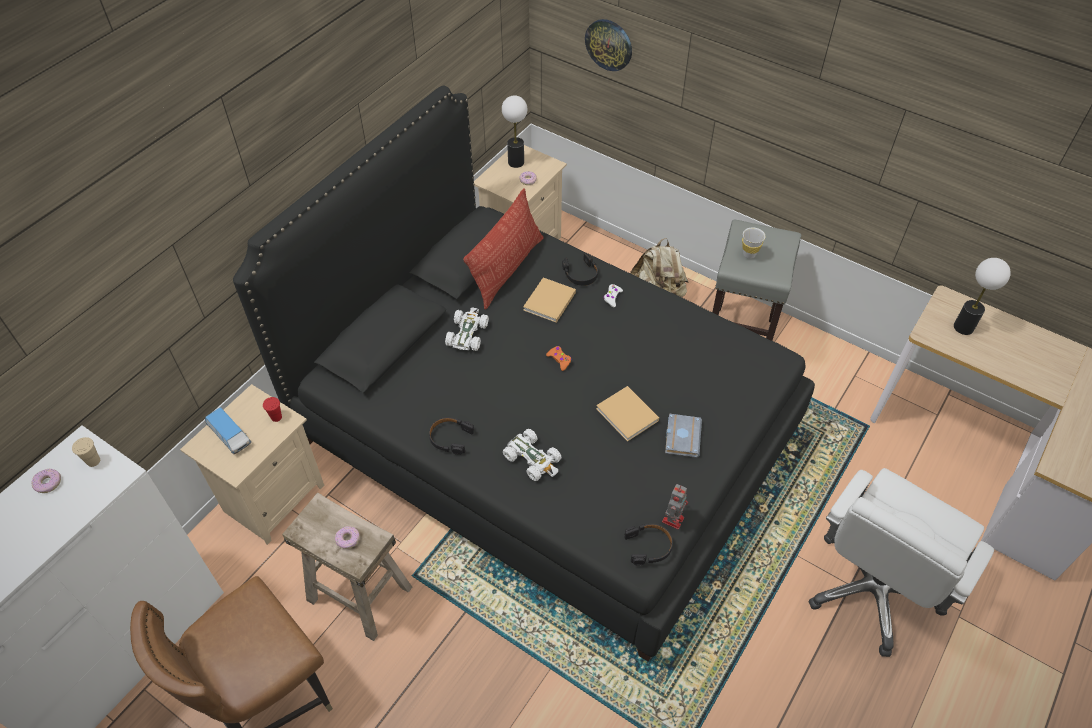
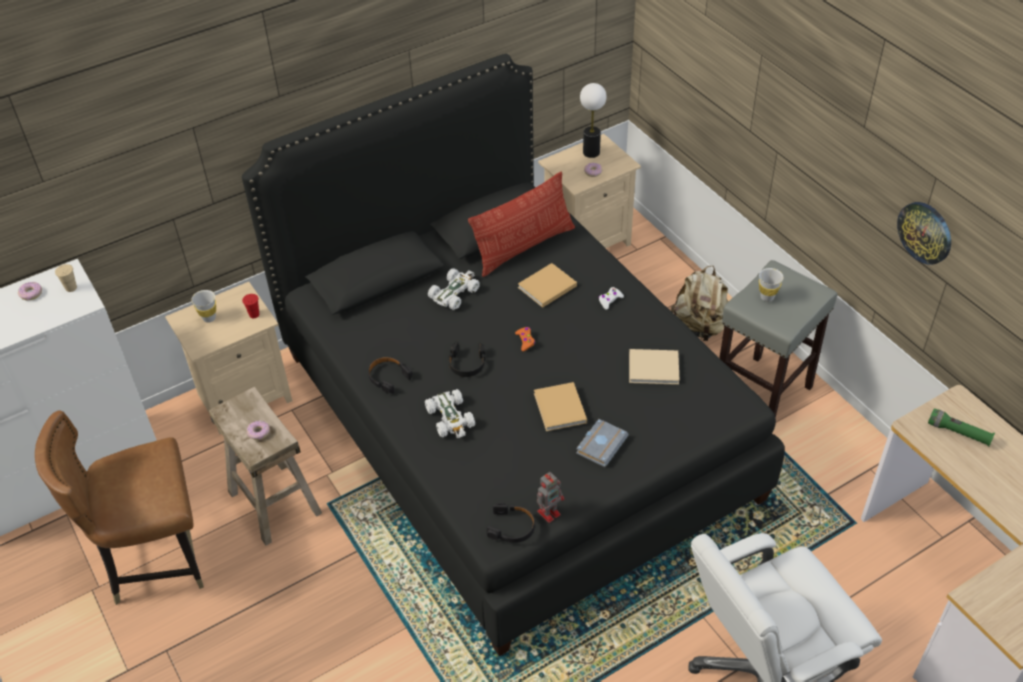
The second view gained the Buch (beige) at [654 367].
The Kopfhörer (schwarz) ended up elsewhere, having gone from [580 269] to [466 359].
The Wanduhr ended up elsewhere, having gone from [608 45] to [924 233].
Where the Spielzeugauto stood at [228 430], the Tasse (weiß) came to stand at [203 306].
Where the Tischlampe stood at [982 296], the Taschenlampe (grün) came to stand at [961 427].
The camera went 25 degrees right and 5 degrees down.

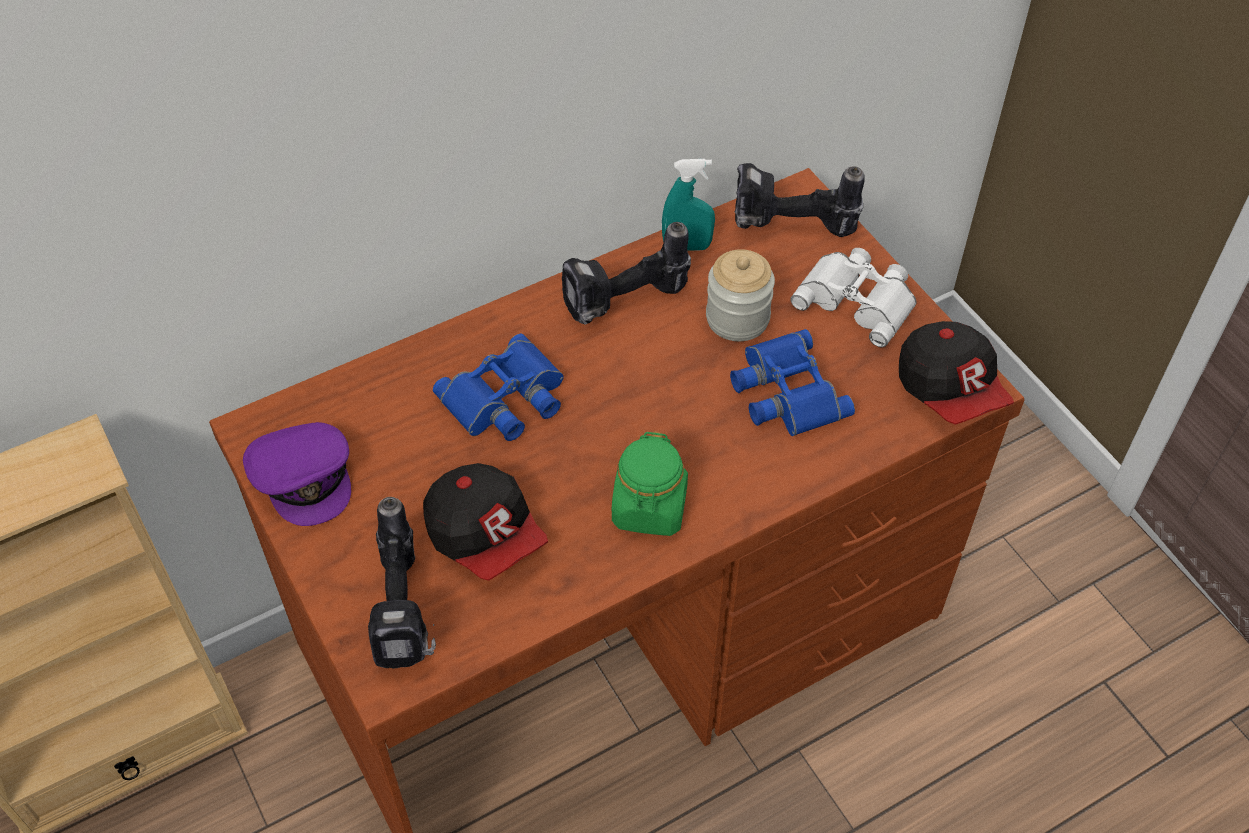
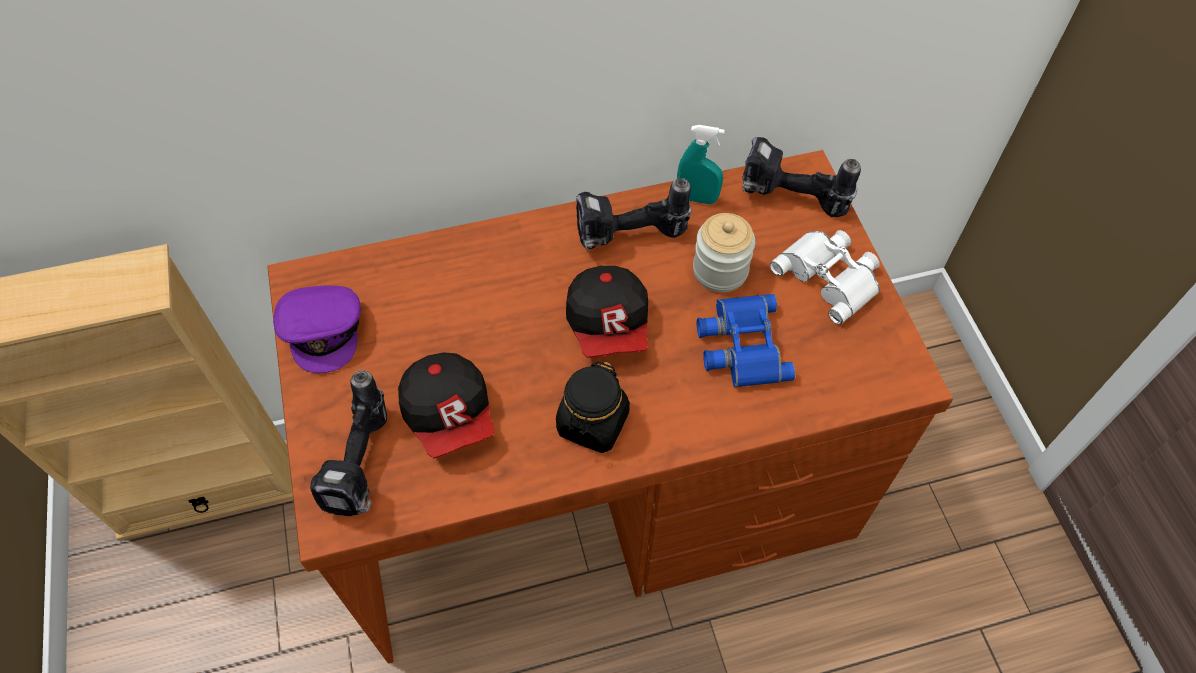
The second view lost the Fernglas (blau) at [498 387].
The Kappe ended up elsewhere, having gone from [956 373] to [607 312].
What was the Vorratsglas (grün) at [650 484] turned into the Vorratsglas (schwarz) at [593 407].
The camera went 15 degrees right and 5 degrees up.

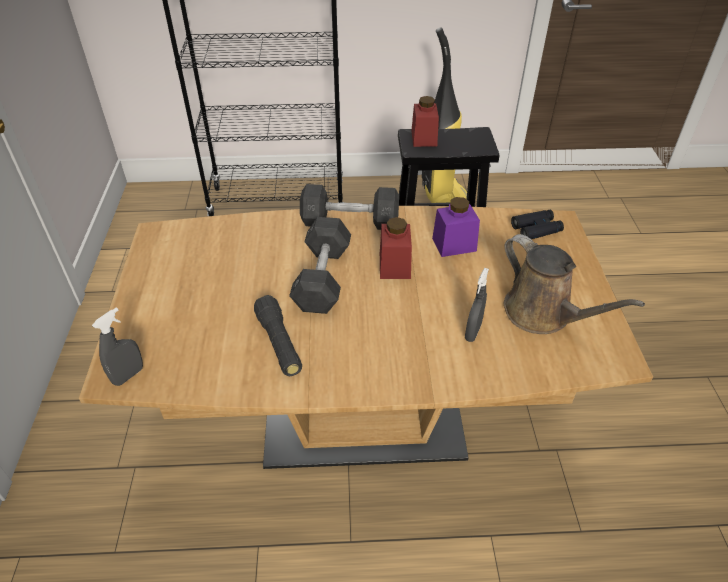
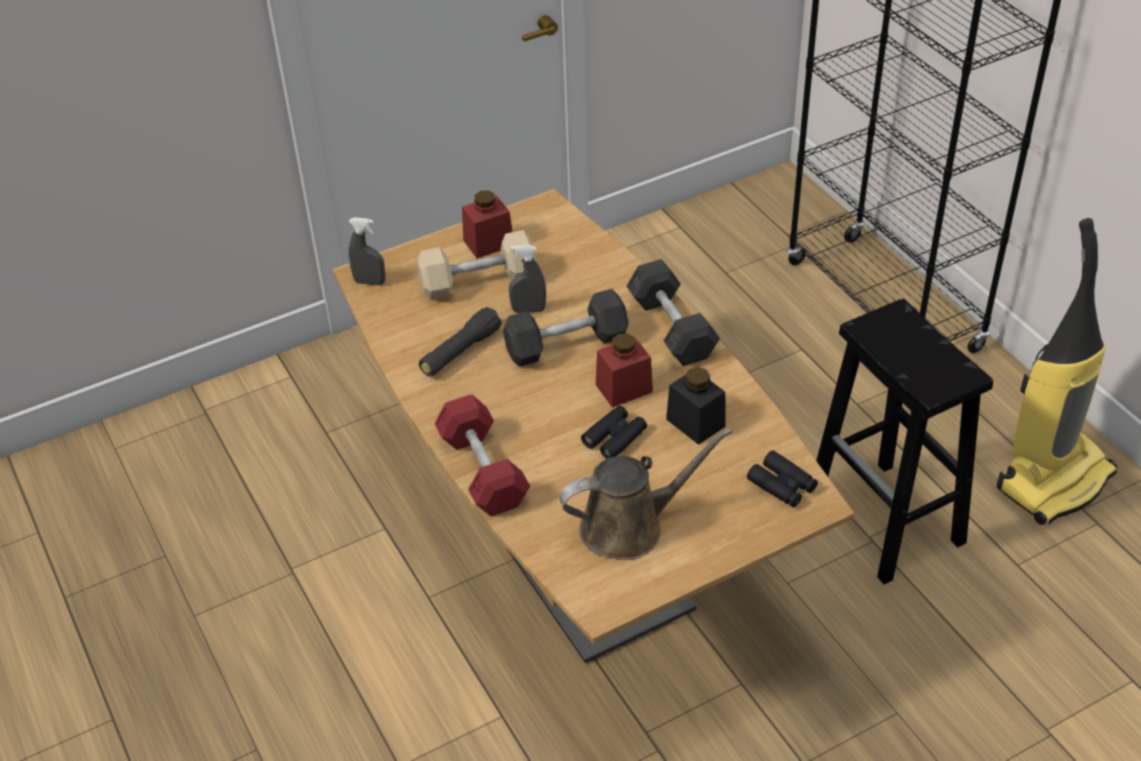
The second view gained the Hantel (beige) at [477 265].
The second view gained the Hantel (rot) at [482 455].
The second view gained the Fernglas (schwarz) at [614 432].
The Vorratsglas (rot) ended up elsewhere, having gone from [425 121] to [487 224].
The Sprühflasche (grau) ended up elsewhere, having gone from [477 305] to [527 279].
What was the Vorratsglas (lila) at [456 227] turned into the Vorratsglas (schwarz) at [696 406].
The Gießkanne (braun) at [574 284] ended up facing another way, 135 degrees counterclockwise from before.
The camera went 65 degrees right and 0 degrees up.

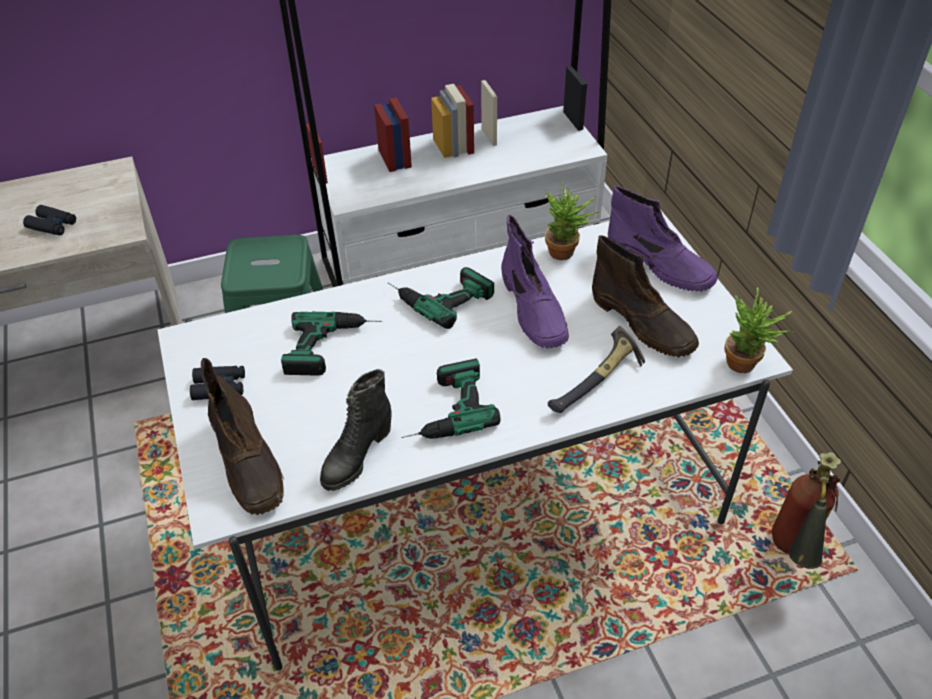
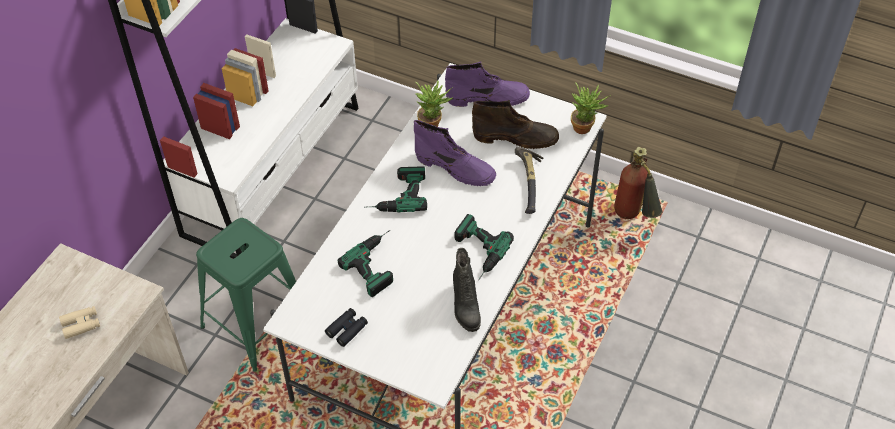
The second view lost the Stiefel (braun) at [242 436].
What was the Fernglas (schwarz) at [49 220] turned into the Fernglas (beige) at [79 322].
The camera went 45 degrees left and 5 degrees up.

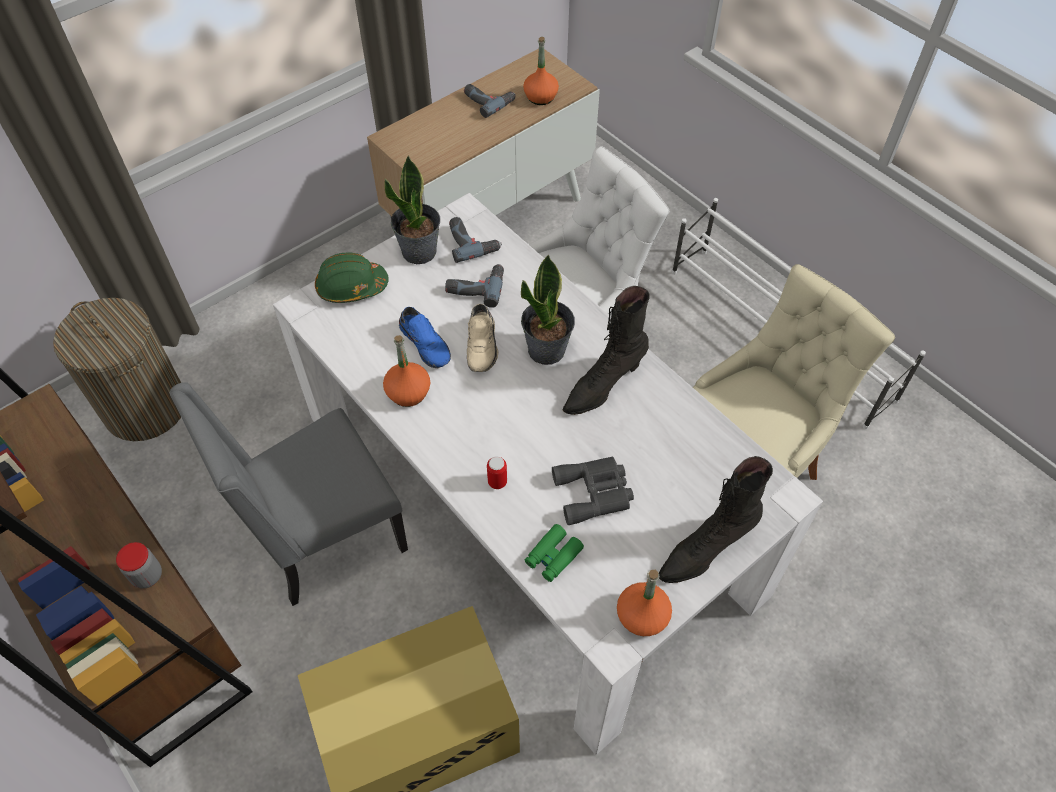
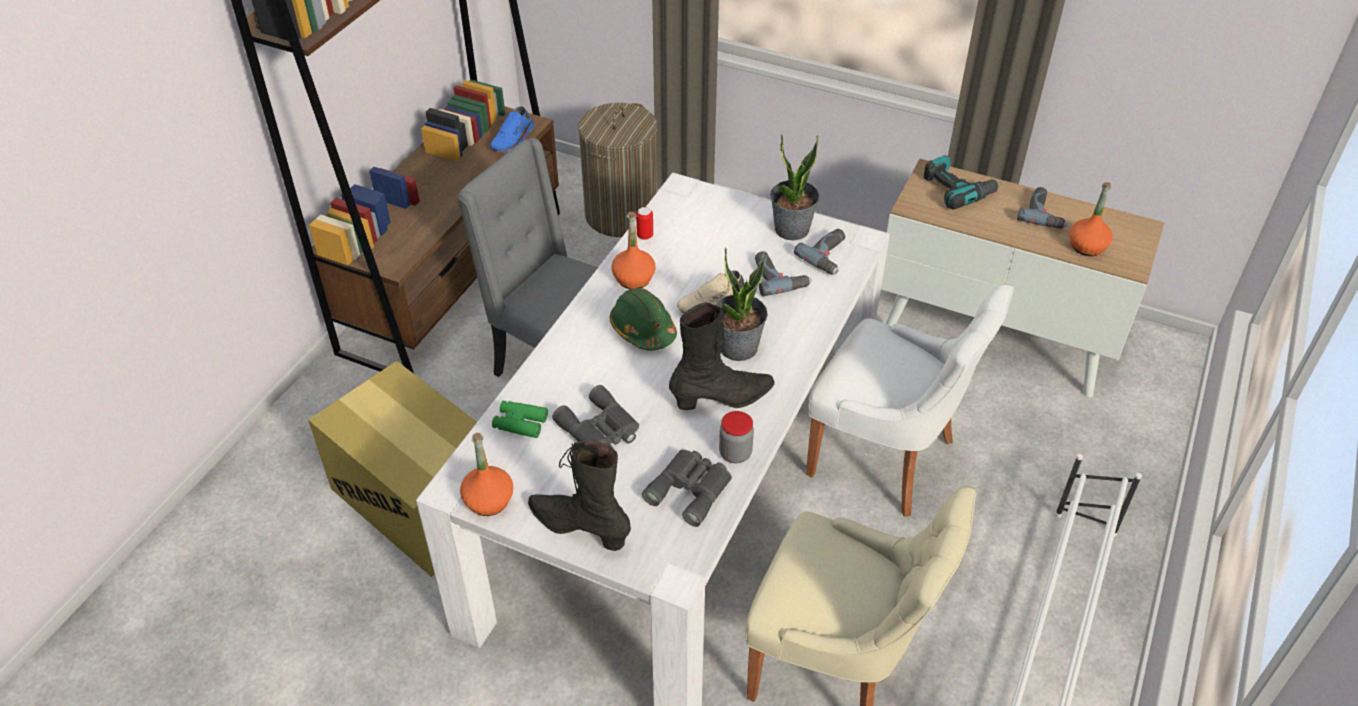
The second view gained the Fernglas (grau) at [687 488].
The second view gained the Bohrmaschine at [962 182].
The Vorratsglas ended up elsewhere, having gone from [139 565] to [736 437].
The Schutzhelm (grün) ended up elsewhere, having gone from [352 277] to [643 319].
The Schuh (blau) ended up elsewhere, having gone from [425 337] to [512 129].
The Dose ended up elsewhere, having gone from [497 473] to [644 223].
The Stiefel (schwarz) at [606 350] ended up facing another way, 135 degrees clockwise from before.
The camera went 65 degrees right and 10 degrees down.

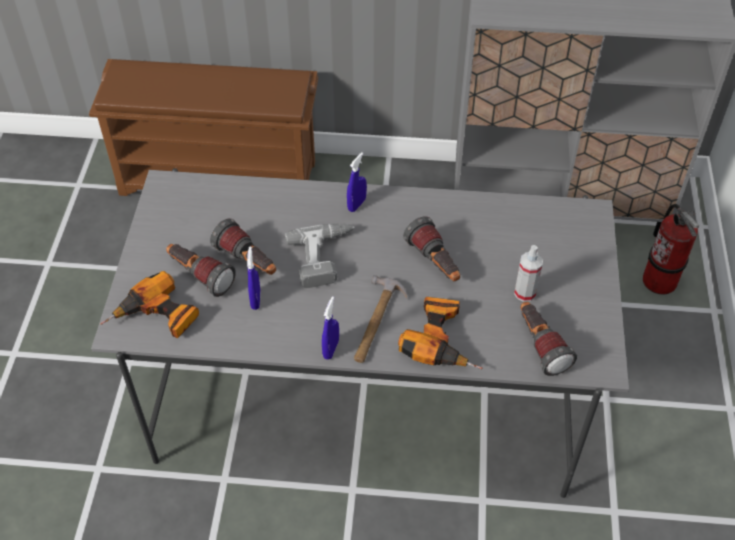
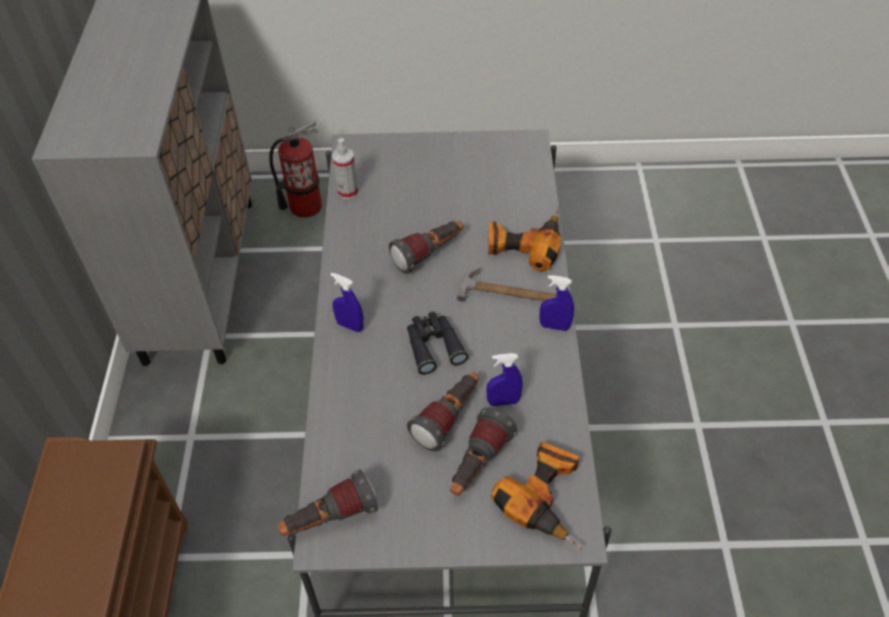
The Sprühflasche ended up elsewhere, having gone from [528 273] to [345 168].
The Taschenlampe ended up elsewhere, having gone from [548 338] to [328 503].
Where the Bohrmaschine stood at [320 256], the Fernglas (schwarz) came to stand at [438 343].
The camera went 95 degrees left and 0 degrees up.

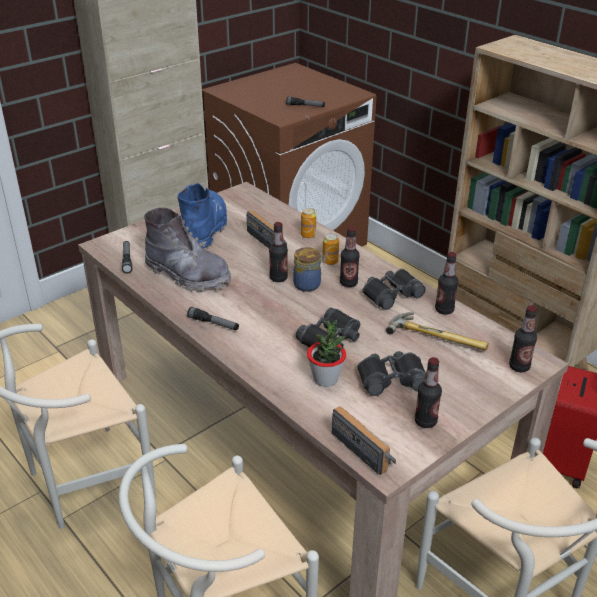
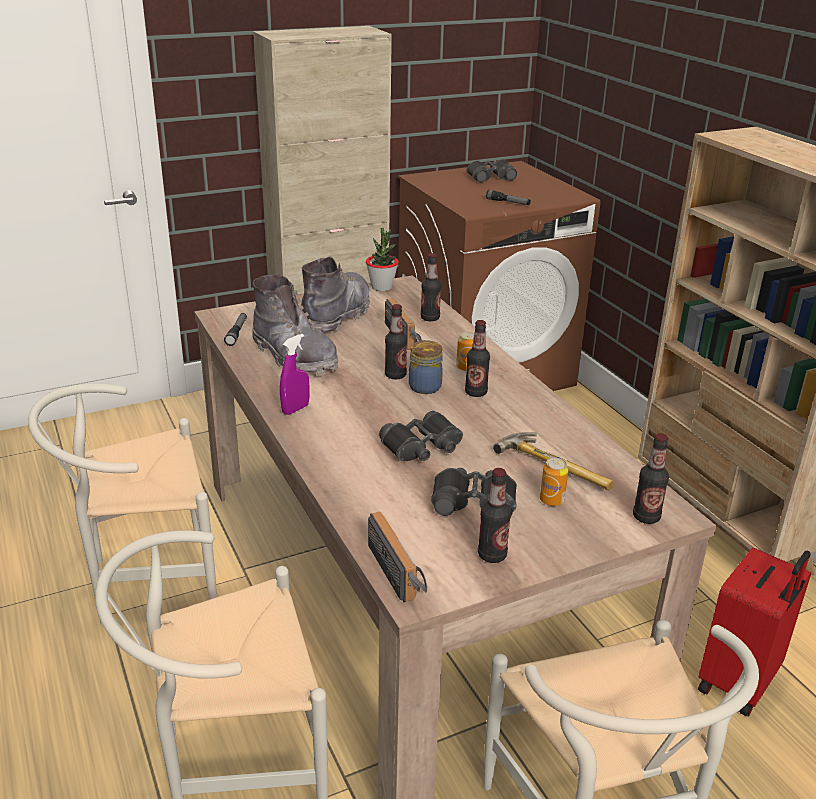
The Dose ended up elsewhere, having gone from [308 223] to [554 482].
The Topfpflanze ended up elsewhere, having gone from [326 353] to [382 259].
The Fernglas (schwarz) ended up elsewhere, having gone from [394 289] to [492 171].
The Flasche ended up elsewhere, having gone from [446 283] to [431 287].
Where the Taschenlampe stood at [213 318], the Sprühflasche (lila) came to stand at [295 374].
What was the Stiefel (blau) at [202 215] turned into the Stiefel (grau) at [335 294].
The camera went 15 degrees right and 5 degrees down.

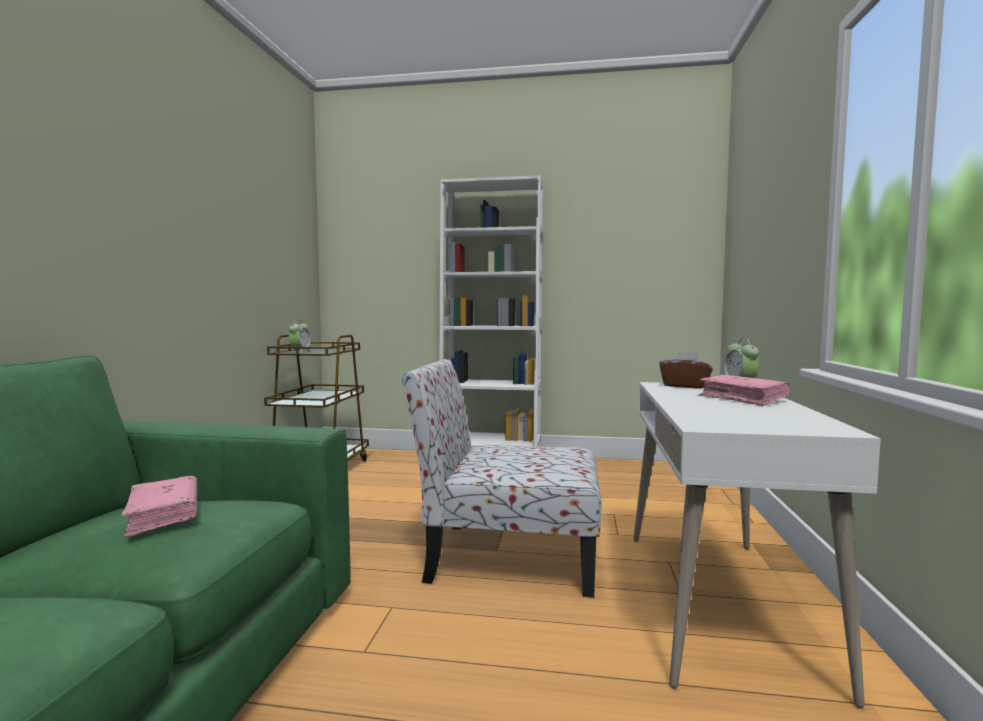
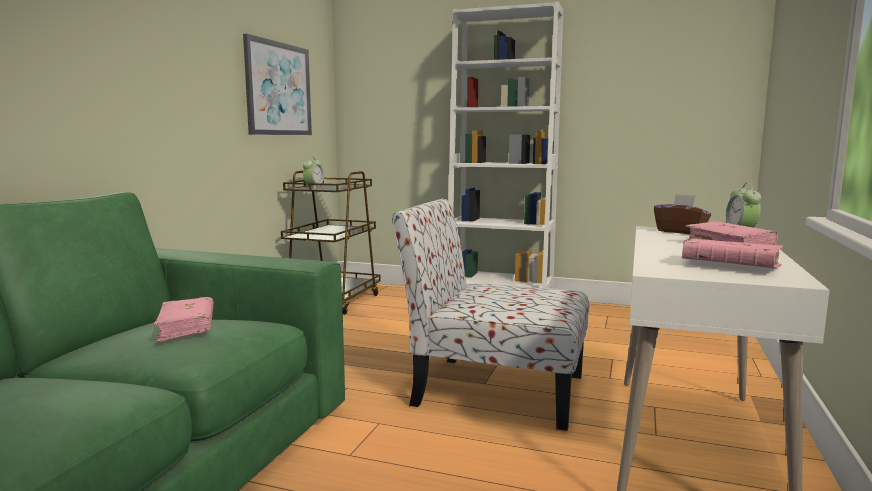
The second view gained the Bild at [277 84].
The second view gained the Buch (rosa) at [732 253].
The camera went 10 degrees right and 5 degrees up.

